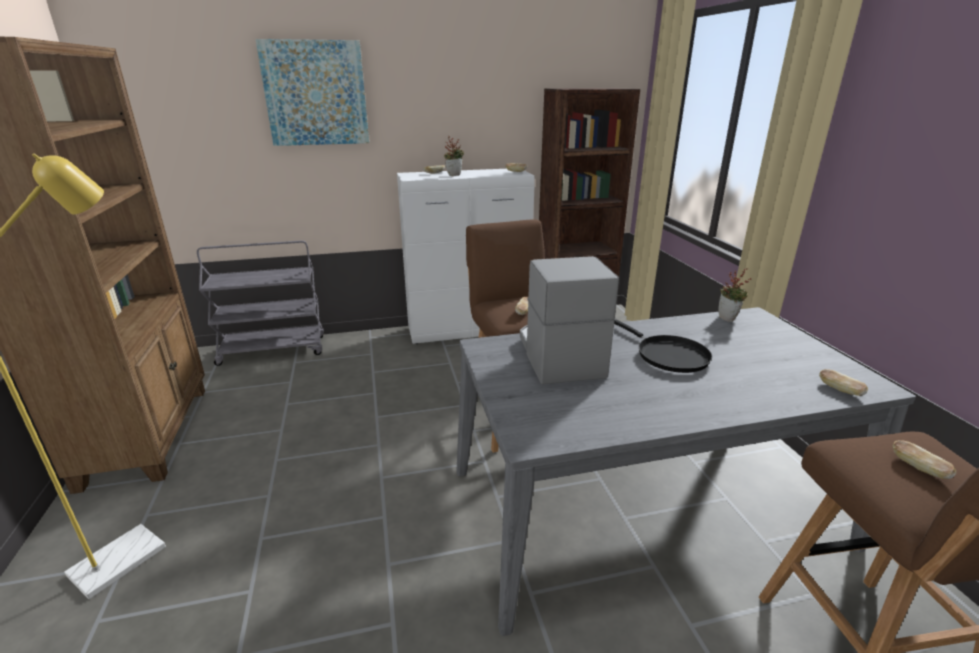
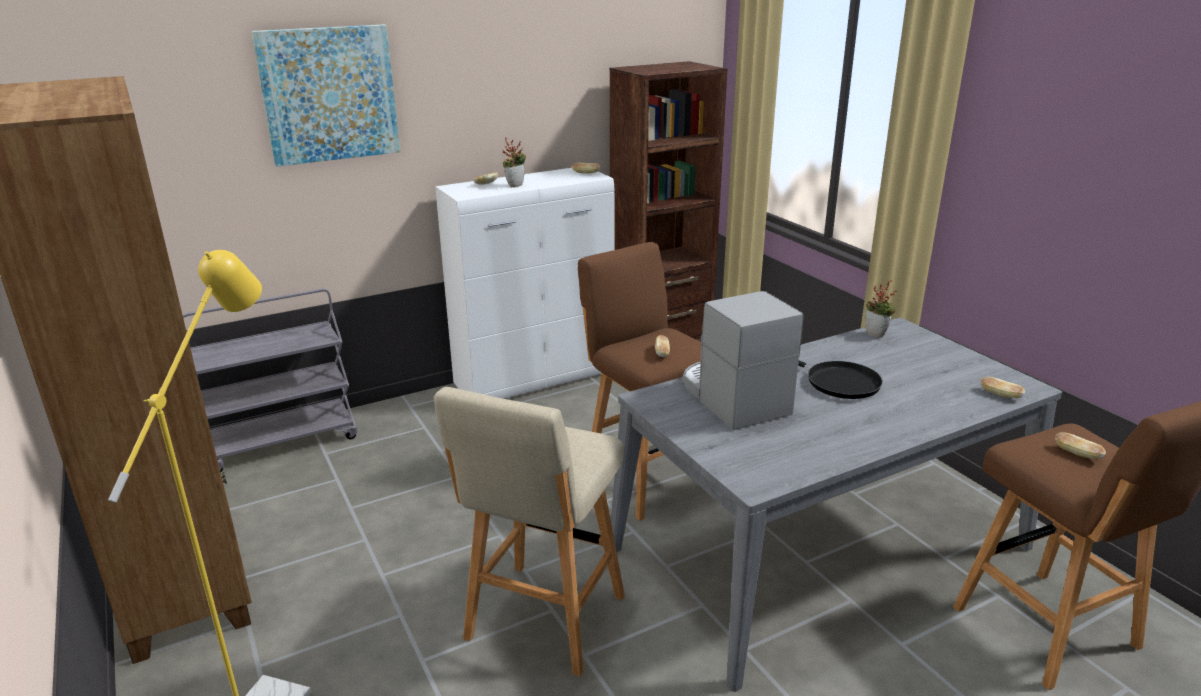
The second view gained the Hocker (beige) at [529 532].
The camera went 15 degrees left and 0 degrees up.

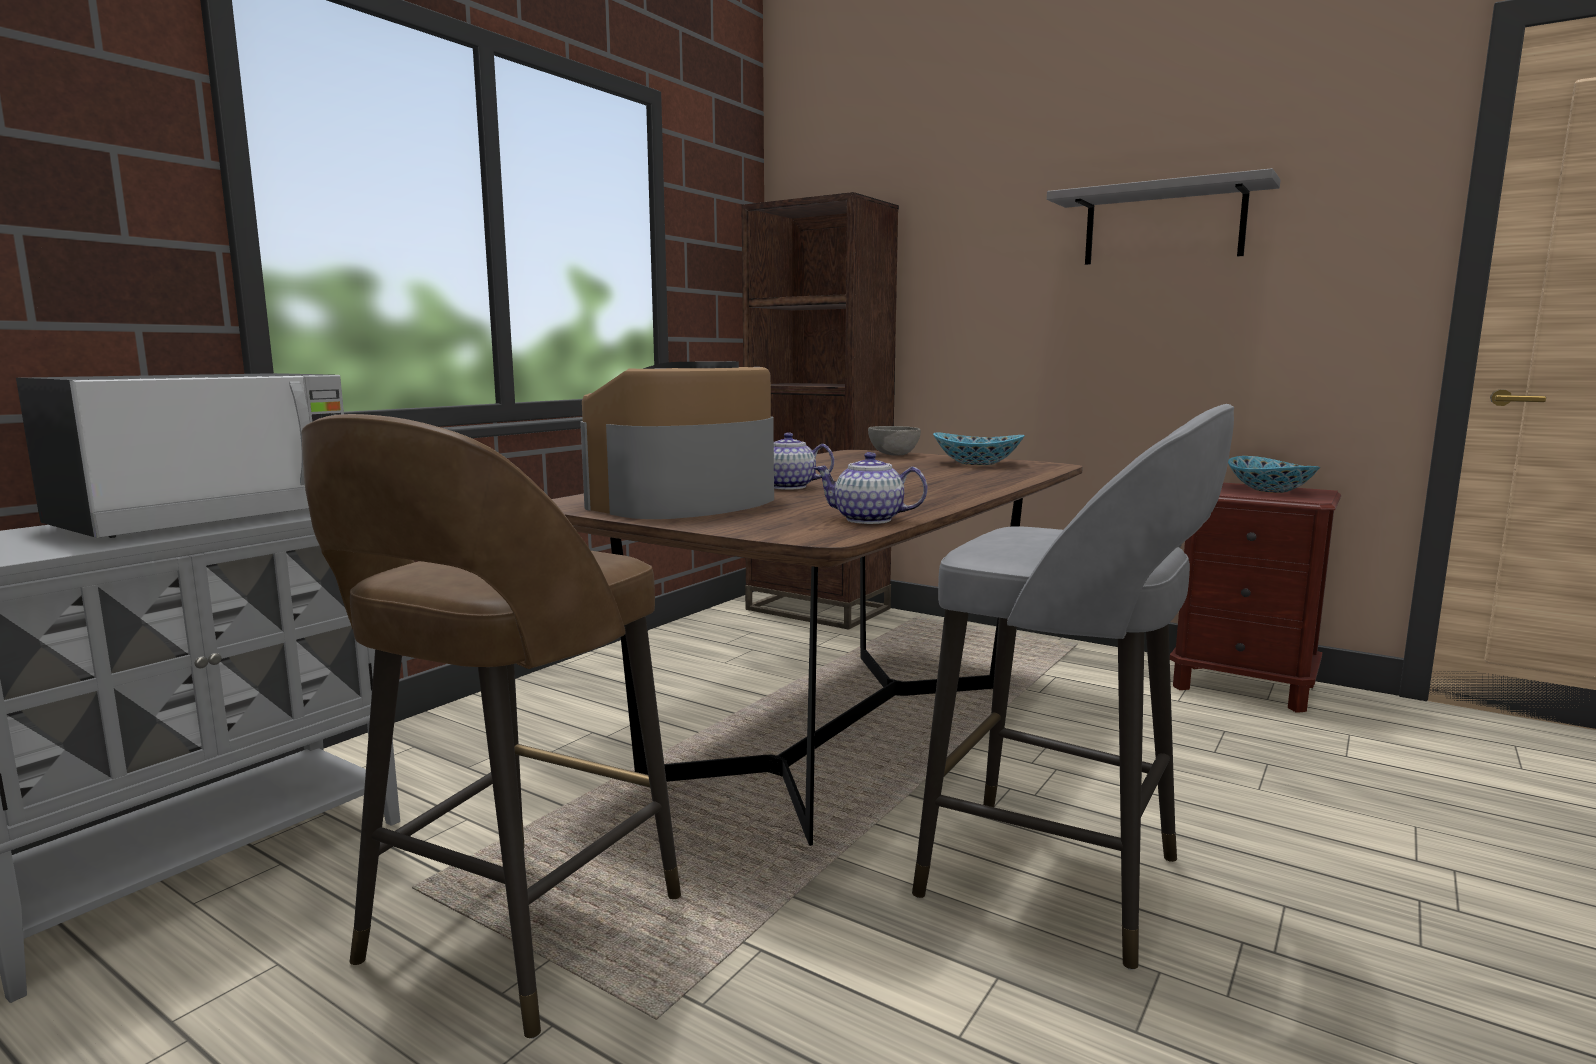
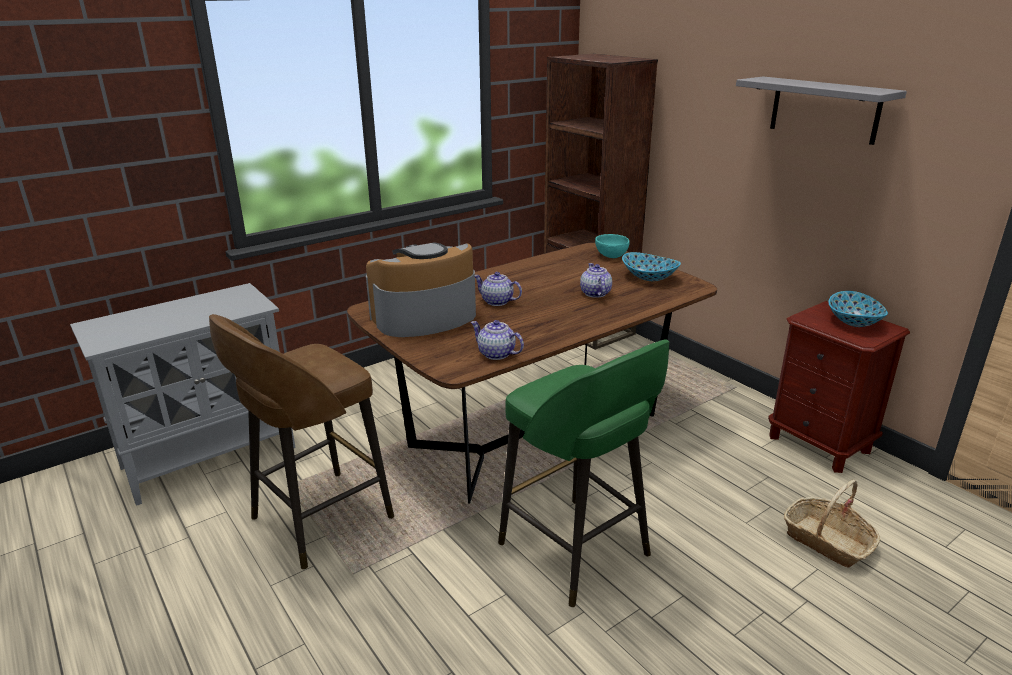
The second view lost the Mikrowelle at [180 455].
The second view gained the Teekanne at [596 280].
The second view gained the Korb at [832 524].
What was the Schüssel (grau) at [894 441] turned into the Schüssel (türkis) at [612 246].
What was the Hocker (grau) at [1073 687] turned into the Hocker (grün) at [583 473].
The camera went 20 degrees right and 15 degrees up.

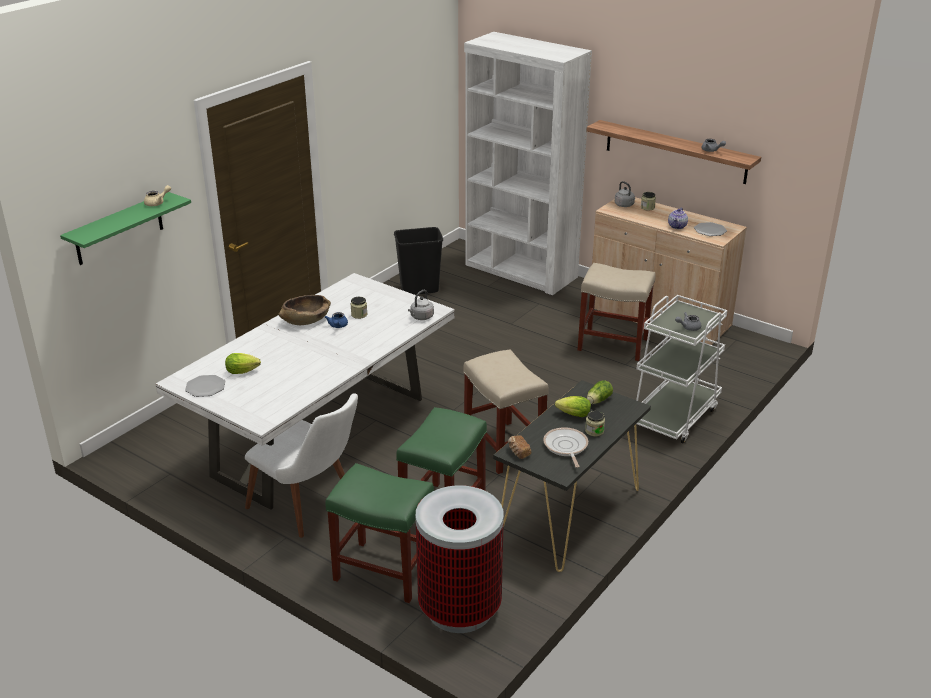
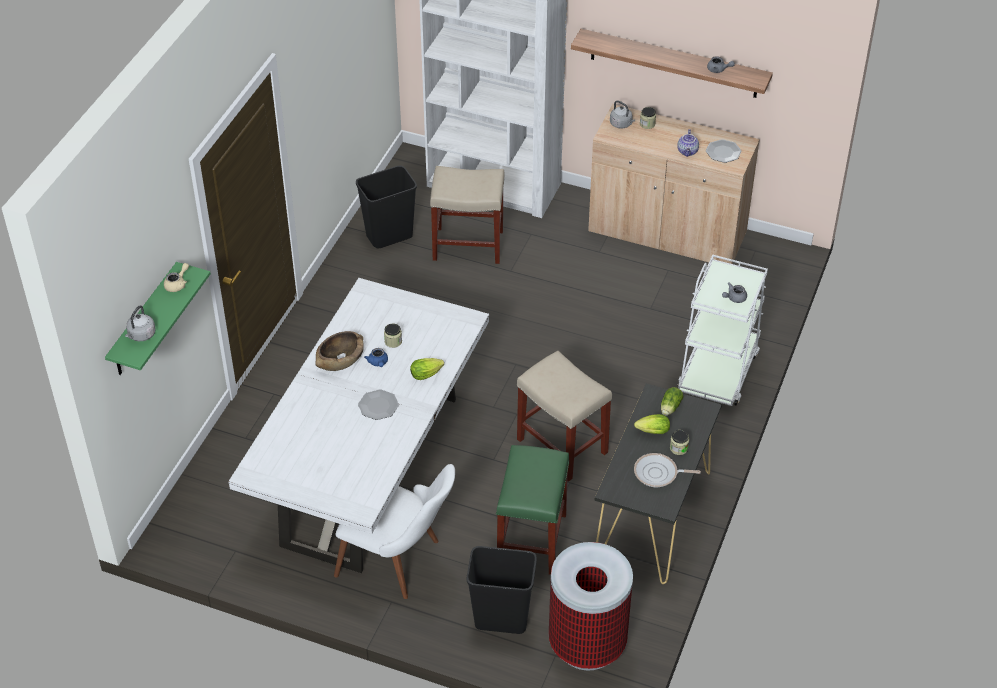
The second view lost the Brot at [519 447].
The Teller ended up elsewhere, having gone from [205 386] to [378 404].
The Salatkopf ended up elsewhere, having gone from [243 363] to [427 369].
The Wasserkessel (grau) ended up elsewhere, having gone from [421 305] to [140 323].
The Hocker (beige) ended up elsewhere, having gone from [617 312] to [467 215].
Where the Hocker (grün) stood at [379 533], the Mülleimer (schwarz) came to stand at [501 590].
The Pfanne at [565 447] ended up facing another way, 60 degrees counterclockwise from before.
The camera went 15 degrees left and 15 degrees up.

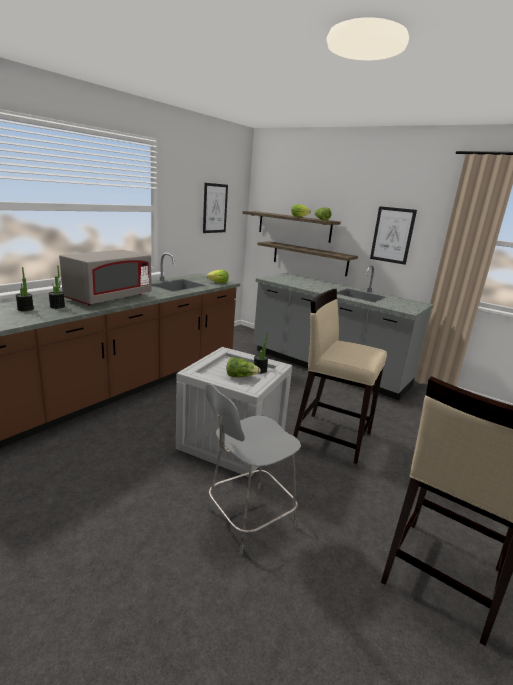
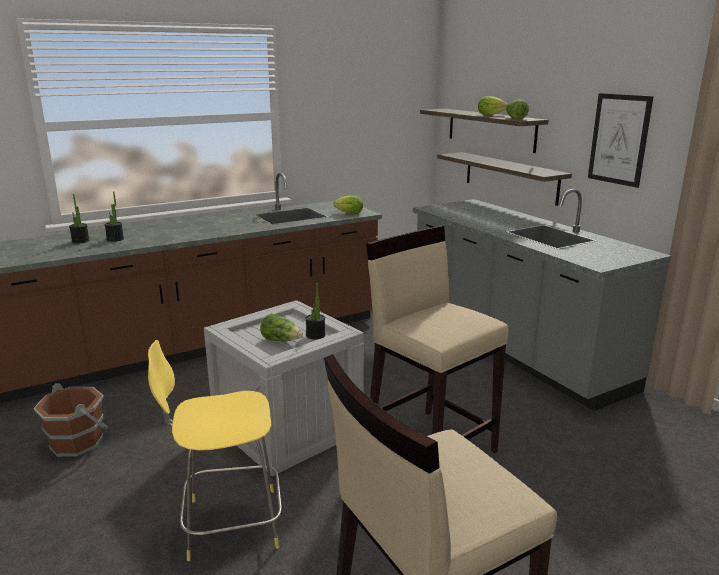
The second view lost the Mikrowelle (grau) at [105 278].
The second view lost the Bild at [215 208].
The second view gained the Eimer (braun) at [70 420].
What was the Hocker (grau) at [253 469] turned into the Hocker (gelb) at [215 450].
The camera went 25 degrees right and 0 degrees up.

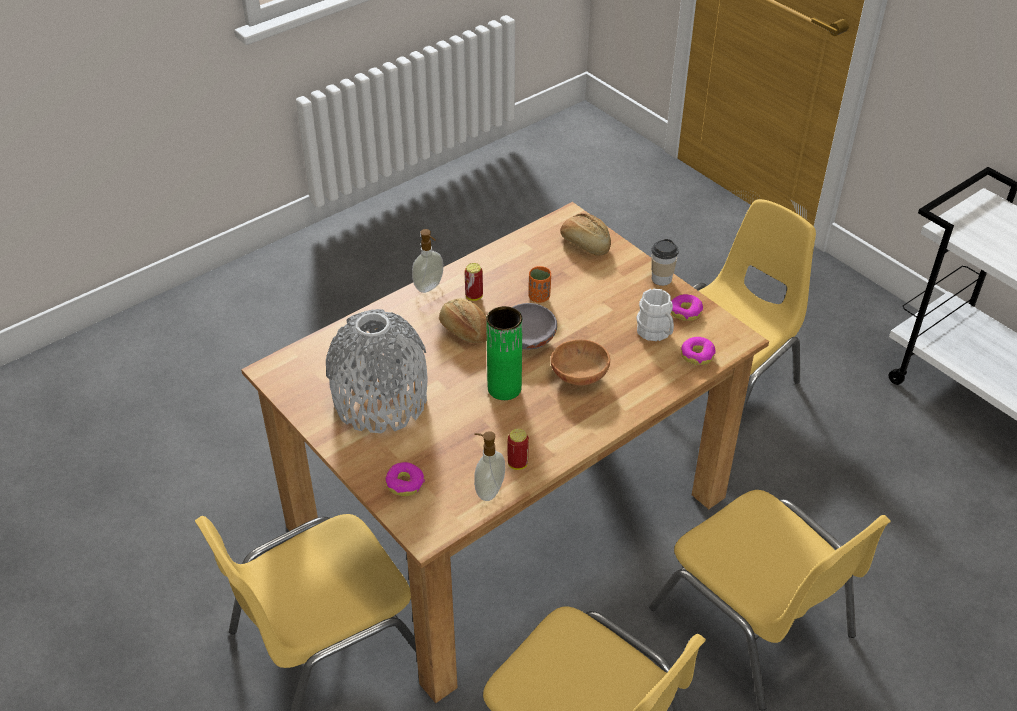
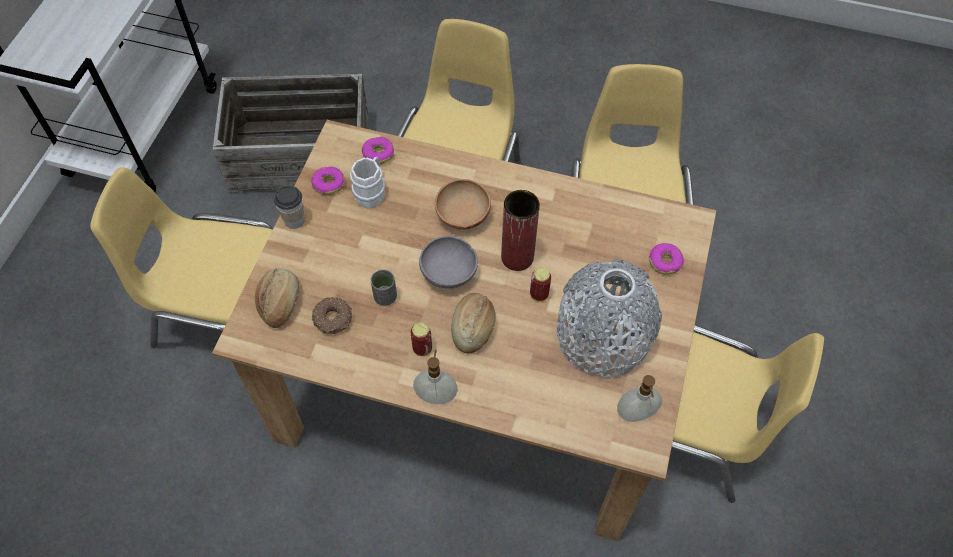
The second view gained the Kiste at [291 134].
The second view gained the Donut at [332 315].
The Seifenspender ended up elsewhere, having gone from [489 466] to [639 398].
The Dose ended up elsewhere, having gone from [518 449] to [540 284].
What was the Vase (grün) at [504 353] turned into the Vase (rot) at [520 230].
What was the Tasse (orange) at [539 284] turned into the Tasse (grau) at [384 288].
The camera went 125 degrees left and 15 degrees up.

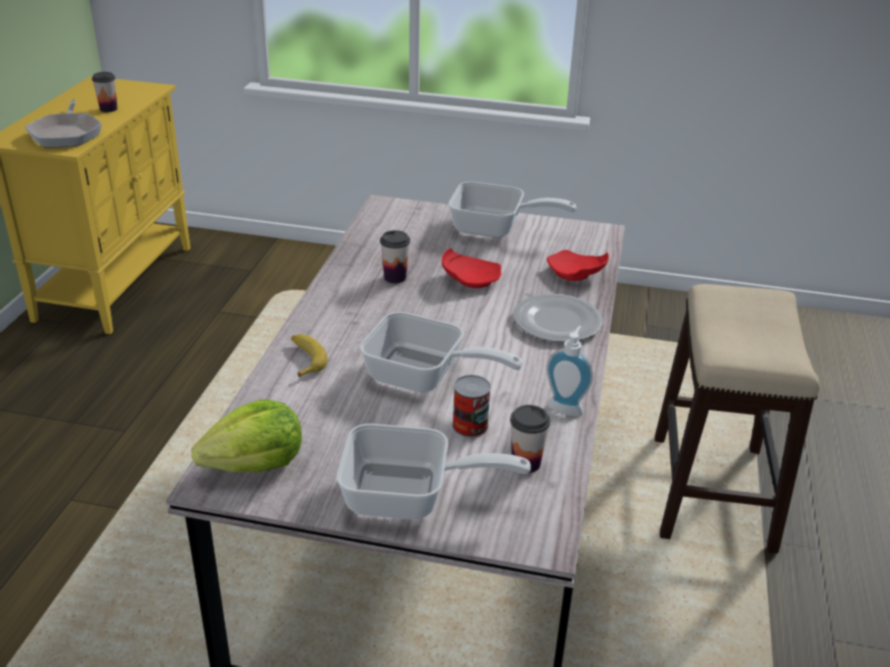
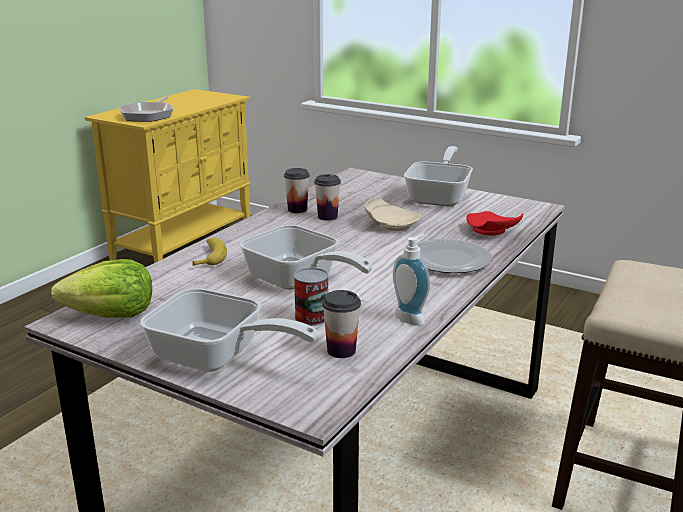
The Tasse ended up elsewhere, having gone from [104 92] to [297 190].
What was the Teller (rot) at [472 268] turned into the Teller (beige) at [393 214].
The Pfanne at [512 210] ended up facing another way, 105 degrees counterclockwise from before.
The camera went 20 degrees right and 10 degrees down.

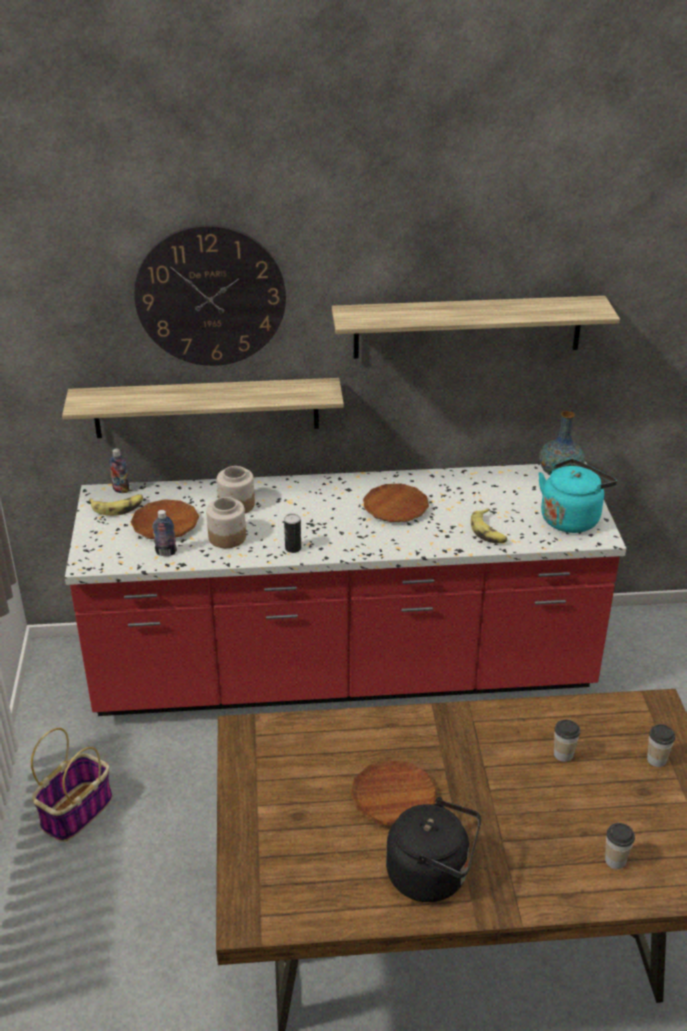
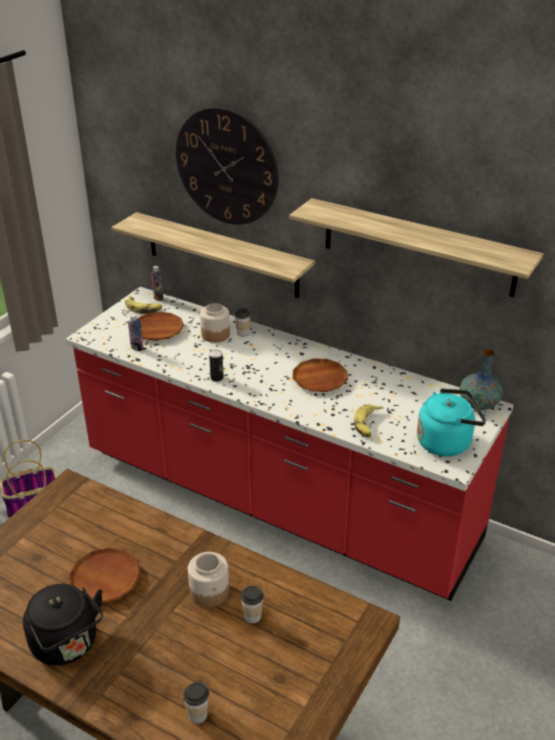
The Vorratsglas ended up elsewhere, having gone from [226 522] to [208 579].
The Tasse ended up elsewhere, having gone from [661 745] to [242 322].
The camera went 35 degrees right and 0 degrees up.

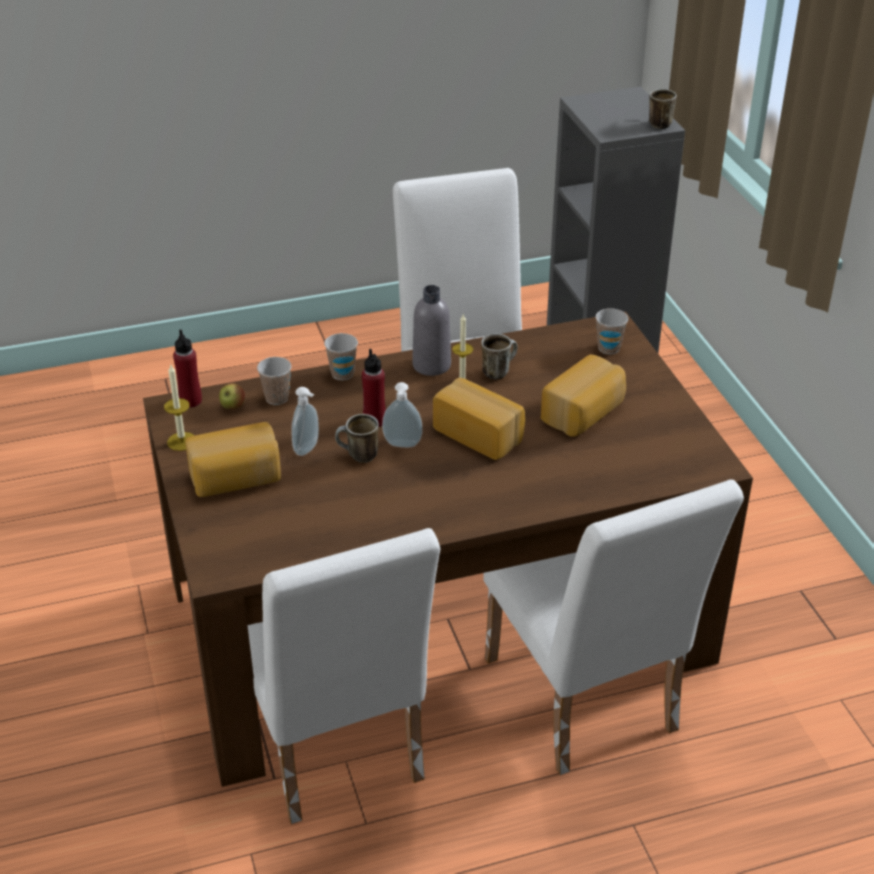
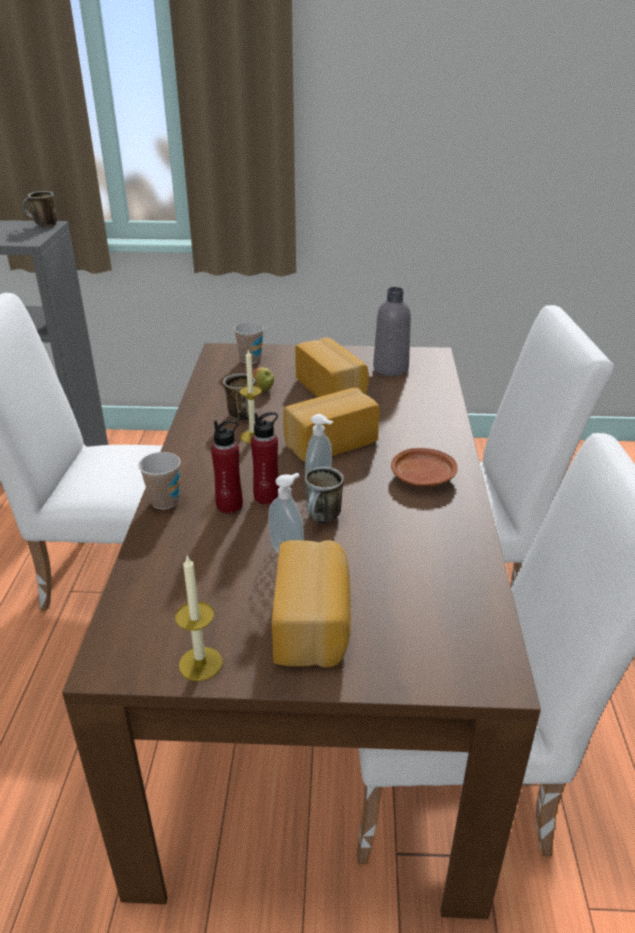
The second view lost the Tasse at [274 381].
The second view gained the Teller (braun) at [424 467].
The Flasche (rot) ended up elsewhere, having gone from [187 369] to [227 466].
The Apfel ended up elsewhere, having gone from [232 396] to [263 380].
The Flasche (grau) ended up elsewhere, having gone from [431 330] to [392 331].
The camera went 70 degrees left and 5 degrees down.

